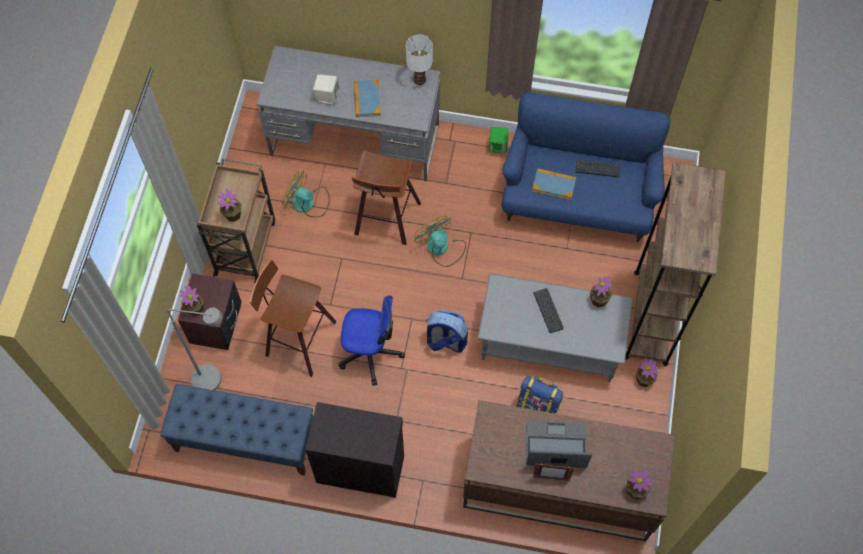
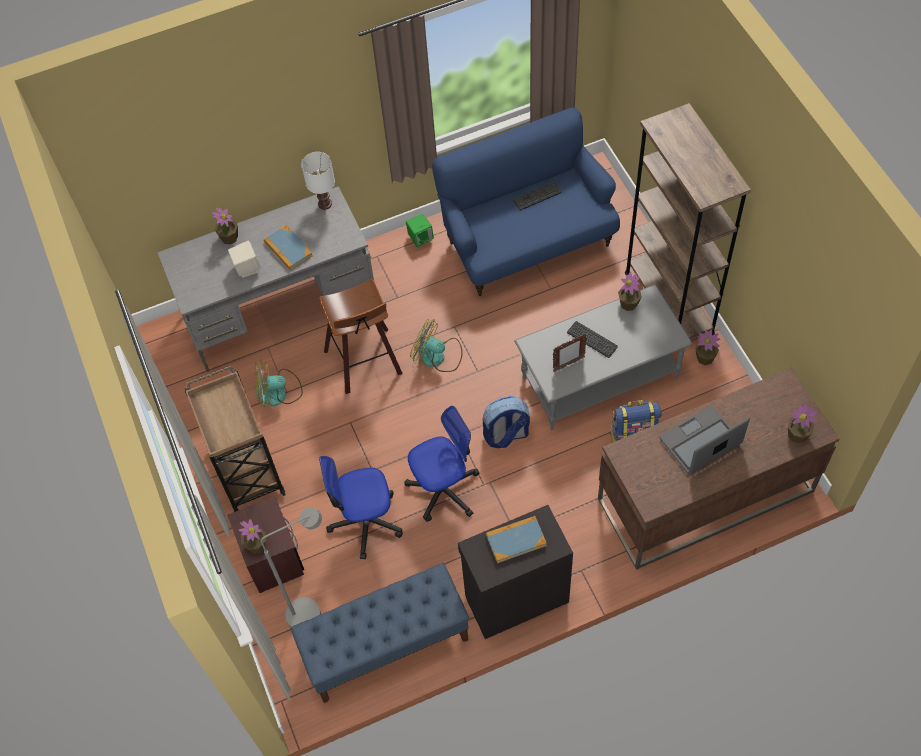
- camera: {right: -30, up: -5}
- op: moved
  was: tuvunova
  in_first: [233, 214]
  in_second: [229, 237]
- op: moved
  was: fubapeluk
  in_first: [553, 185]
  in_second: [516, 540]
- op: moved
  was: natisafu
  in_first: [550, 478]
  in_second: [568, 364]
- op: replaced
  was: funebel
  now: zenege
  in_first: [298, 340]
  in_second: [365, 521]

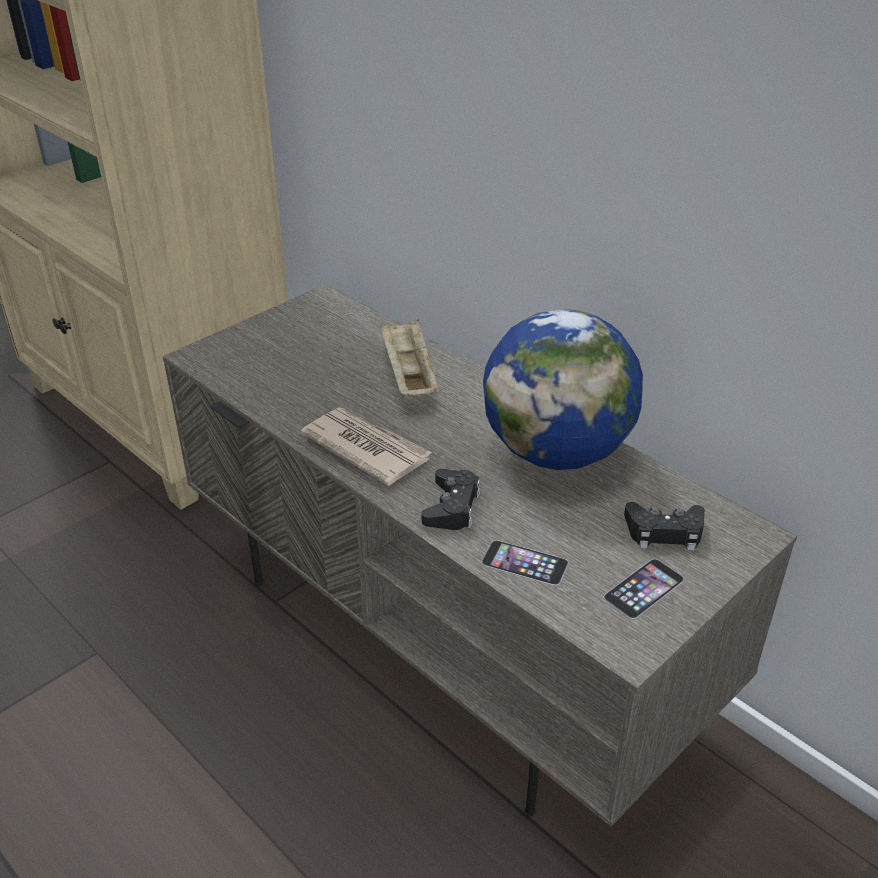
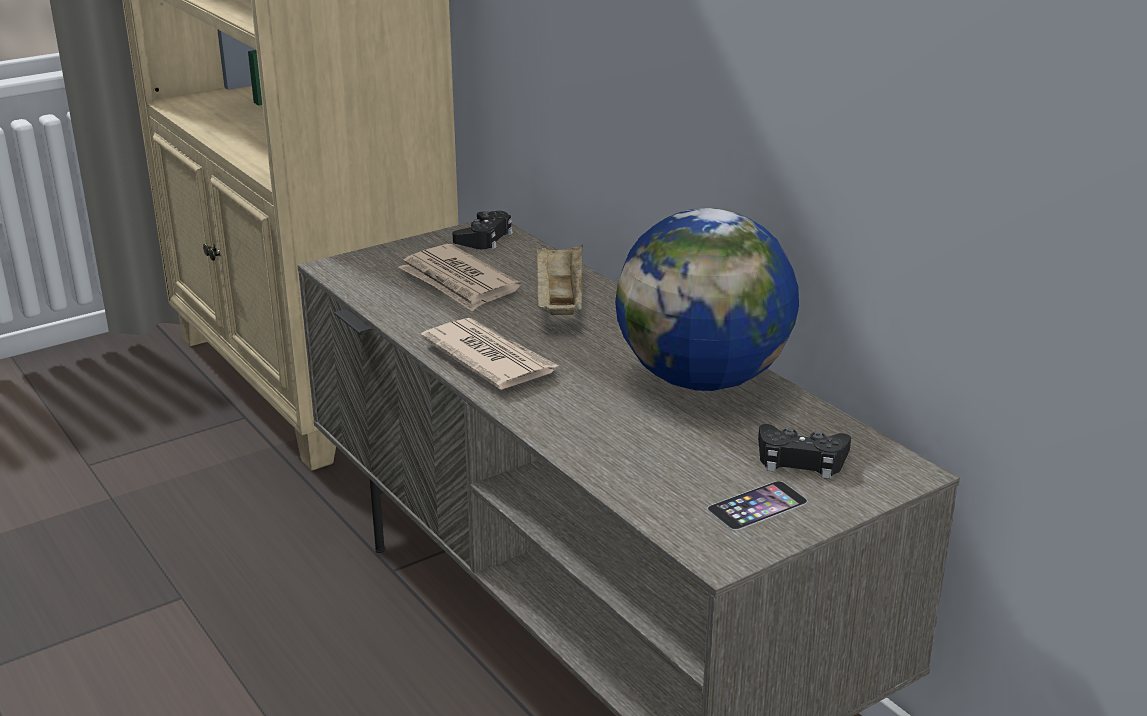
- camera: {right: 10, up: -10}
- op: removed
  was: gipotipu
  in_first: [524, 562]
- op: added
  now: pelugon
  in_second: [458, 282]
- op: moved
  was: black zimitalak
  in_first: [452, 507]
  in_second: [484, 238]

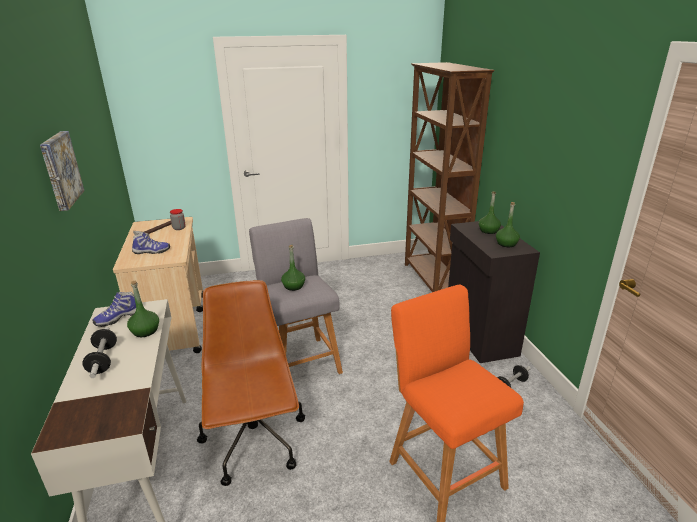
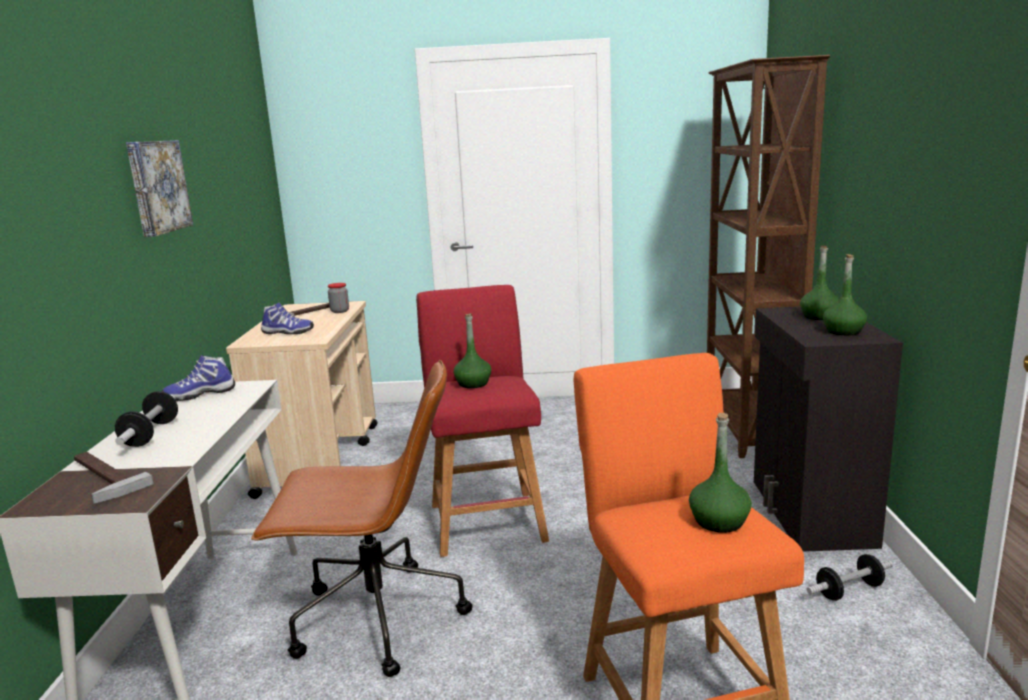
- camera: {right: 15, up: -10}
- op: added
  now: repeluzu
  in_second: [99, 477]
- op: moved
  was: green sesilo
  in_first: [145, 331]
  in_second: [719, 521]
- op: recoloured
  was: grey funebel
  now: red funebel
  in_first: [300, 360]
  in_second: [486, 519]
- op: turned
  was: brown zenege
  in_first: [255, 443]
  in_second: [375, 619]
  clockwise: 90

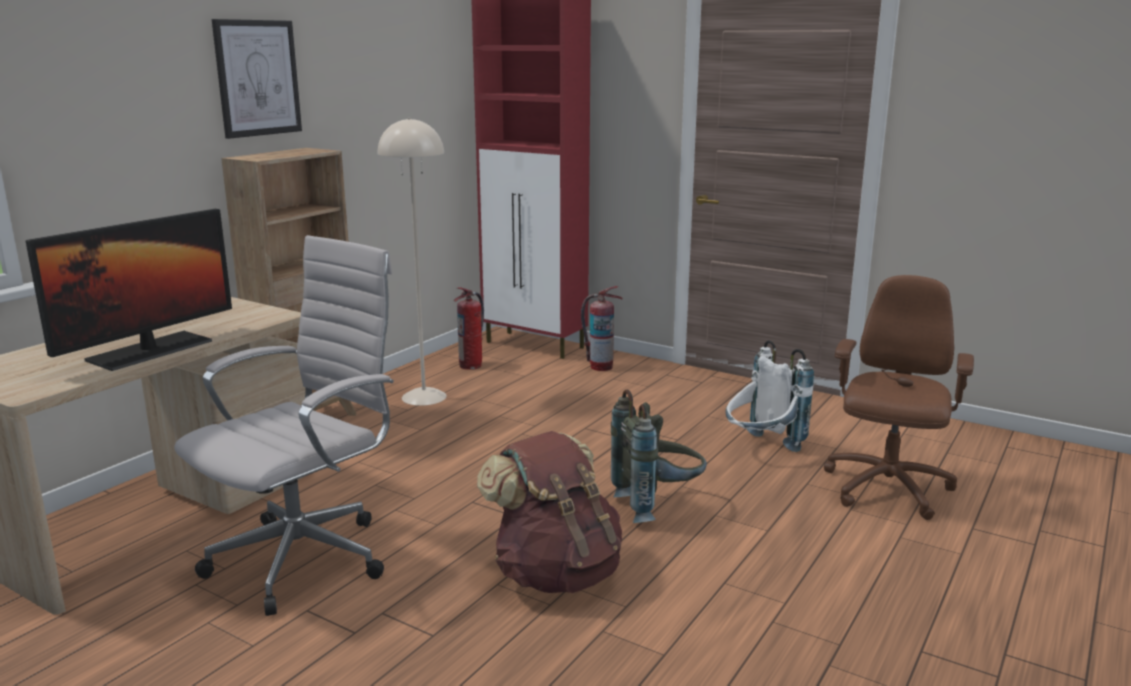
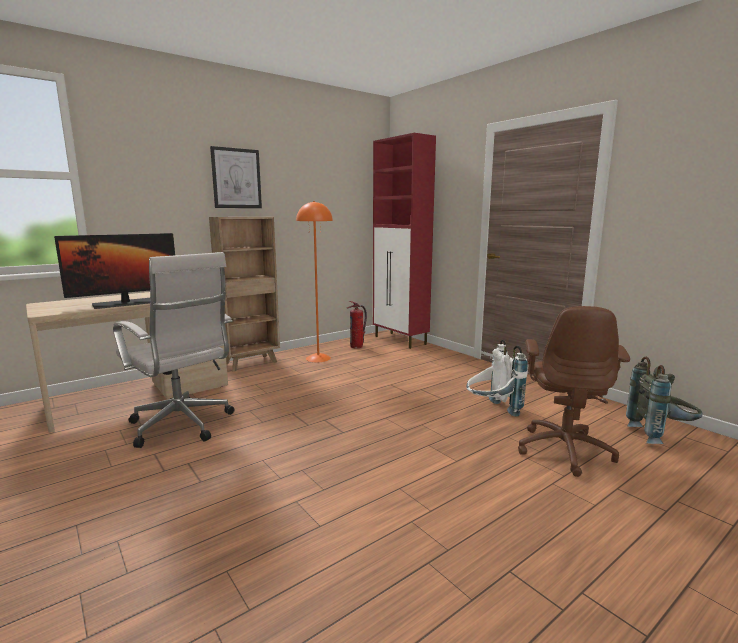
- camera: {right: 20, up: -5}
- op: removed
  was: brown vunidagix
  in_first: [555, 573]
- op: removed
  was: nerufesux
  in_first: [601, 367]
- op: moved
  was: grey vunidagix
  in_first: [657, 505]
  in_second: [660, 436]
- op: recoloured
  was: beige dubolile
  now: orange dubolile
  in_first: [424, 396]
  in_second: [318, 358]
- op: turned
  was: white zenege
  in_first: [307, 556]
  in_second: [183, 426]
  clockwise: 75
- op: turned
  was: brown zenege
  in_first: [886, 489]
  in_second: [564, 450]
  clockwise: 150

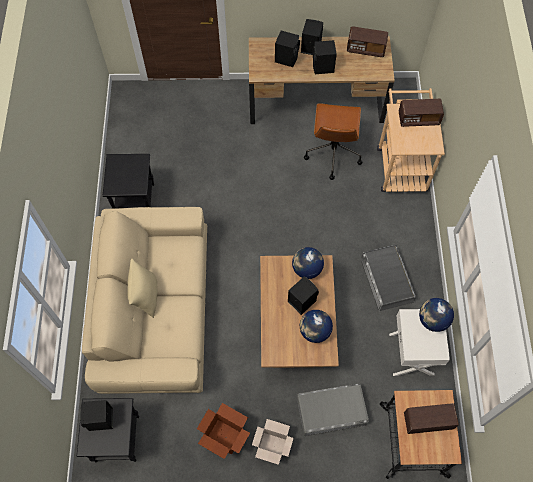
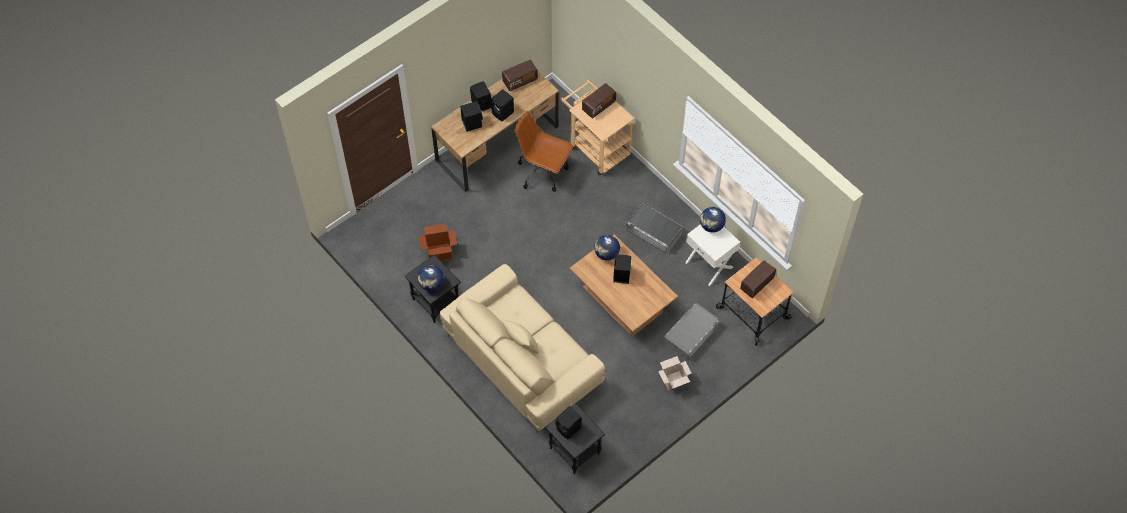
- camera: {right: -40, up: -5}
- op: moved
  was: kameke
  in_first: [225, 436]
  in_second: [439, 252]
- op: moved
  was: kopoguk
  in_first: [314, 331]
  in_second: [431, 284]
- op: turned
  was: brown zenege
  in_first: [333, 153]
  in_second: [543, 172]
  clockwise: 150

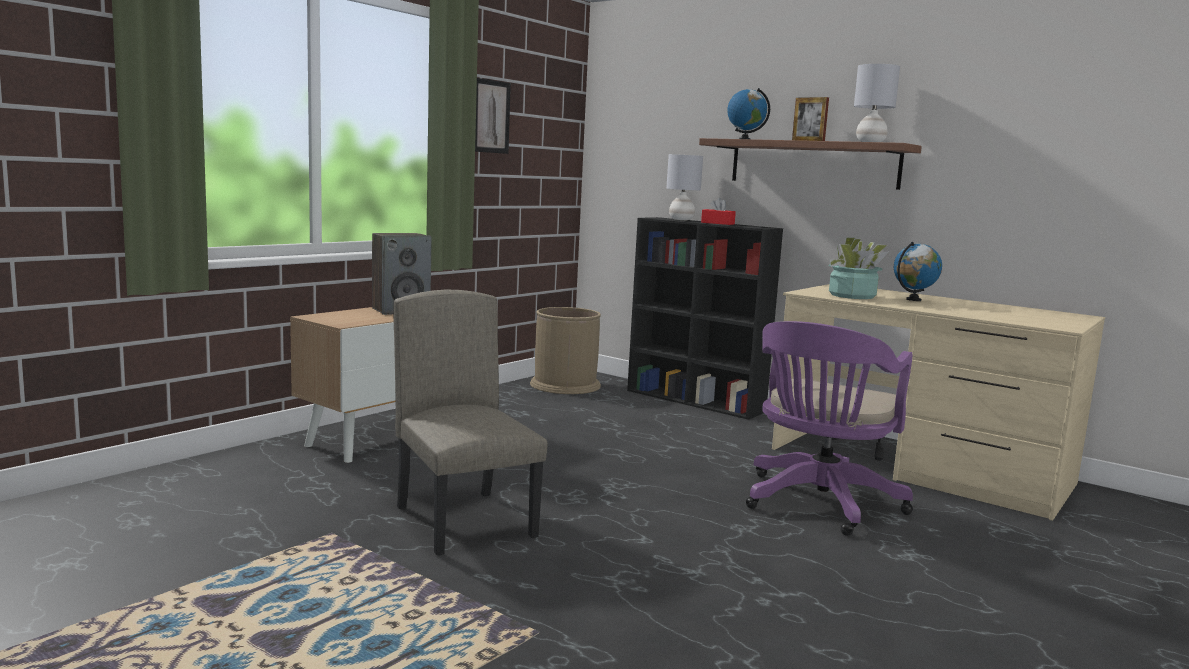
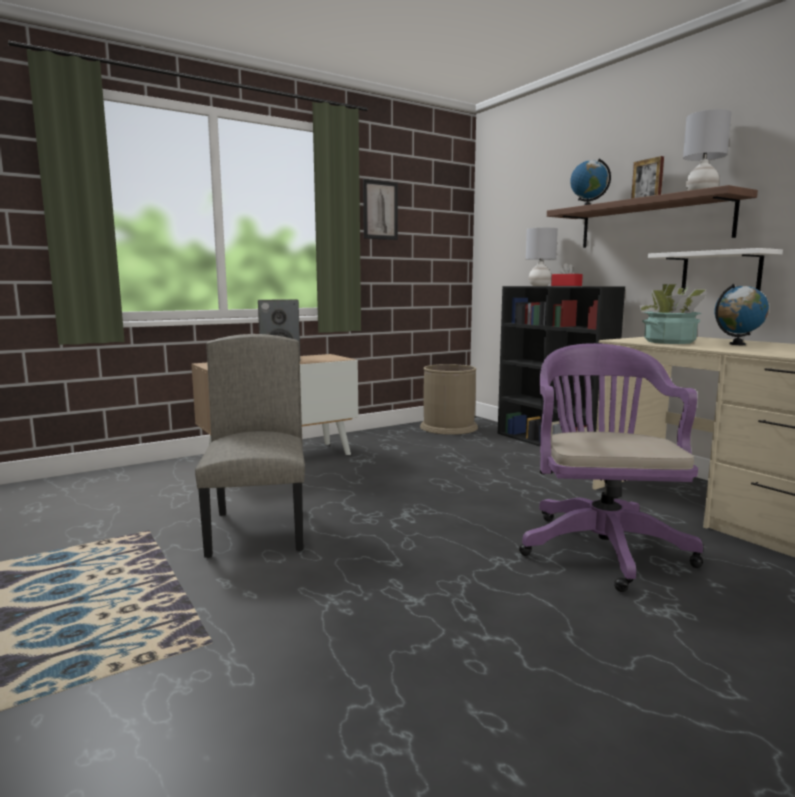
- camera: {right: 20, up: 0}
- op: added
  now: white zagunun
  in_second: [720, 273]
- op: turned
  was: purple zenege
  in_first: [818, 504]
  in_second: [601, 545]
  clockwise: 135

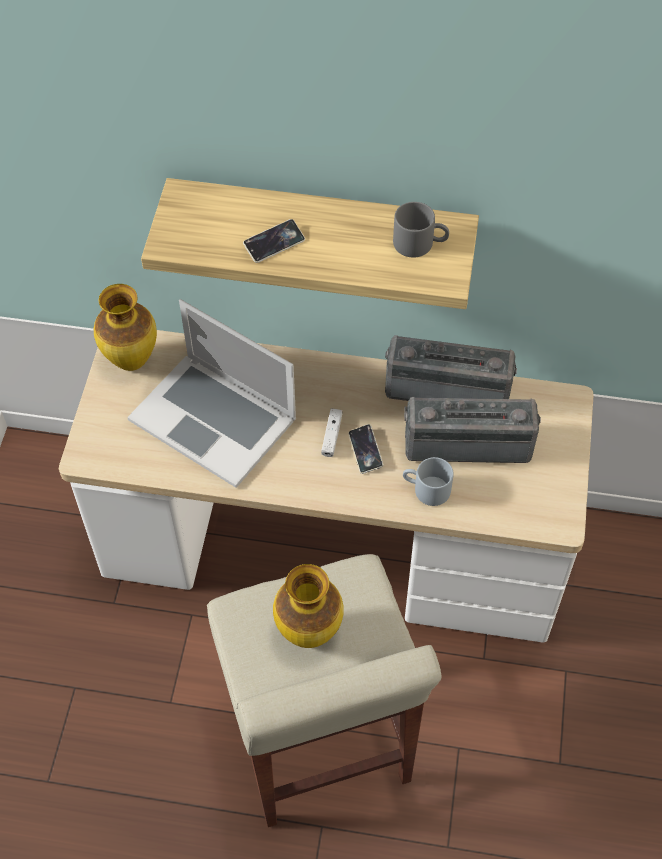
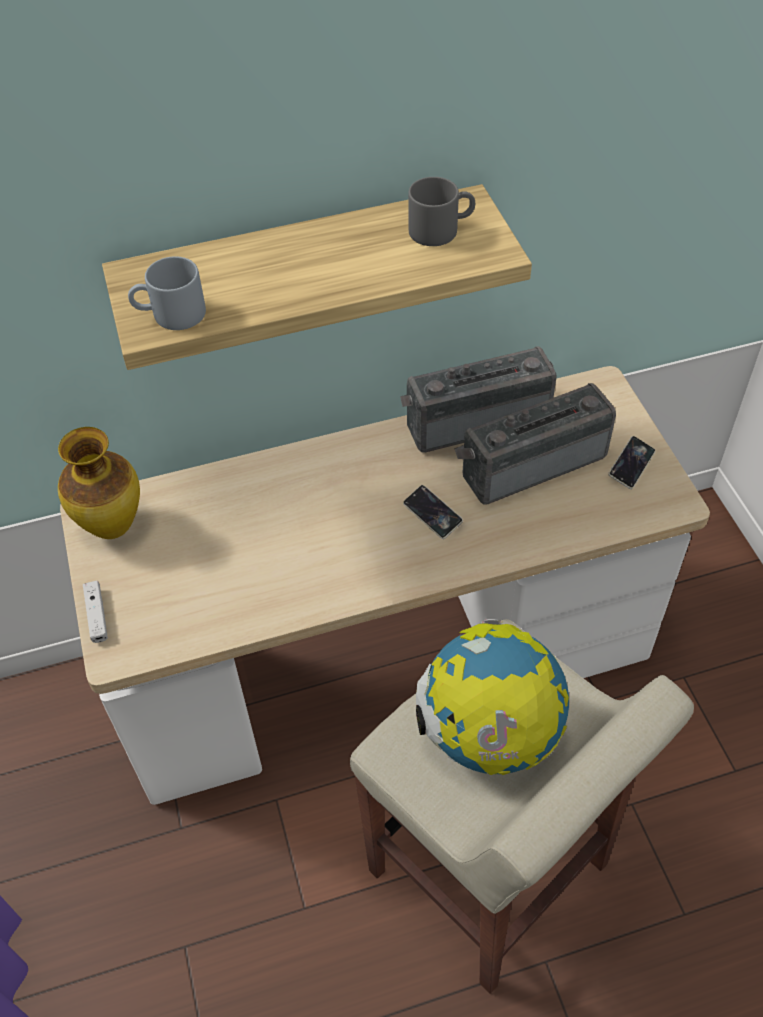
- camera: {right: -25, up: -5}
- op: removed
  was: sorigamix
  in_first: [213, 418]
- op: moved
  was: gipotipu
  in_first: [274, 243]
  in_second: [631, 465]
- op: moved
  was: white zimitalak
  in_first: [331, 436]
  in_second: [97, 615]
- op: moved
  was: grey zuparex
  in_first: [426, 489]
  in_second: [170, 315]
- op: replaced
  was: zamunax
  now: kopoguk
  in_first: [309, 632]
  in_second: [489, 734]

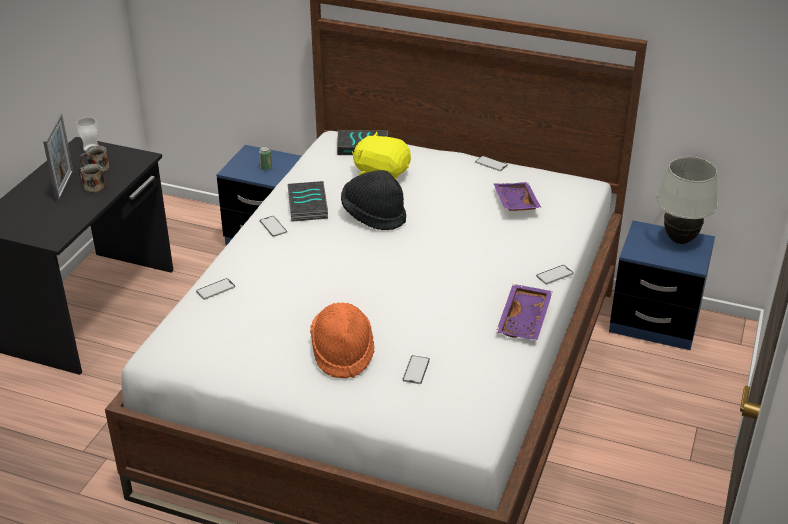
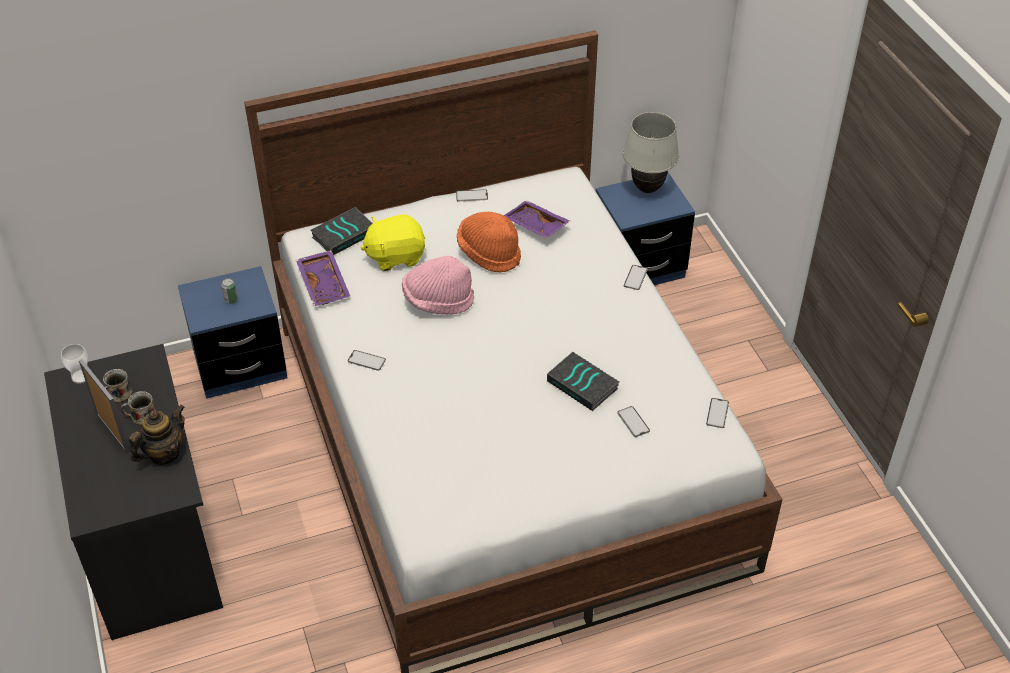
- camera: {right: -40, up: 10}
- op: added
  now: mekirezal
  in_second: [163, 453]
- op: moved
  was: gipotipu
  in_first: [215, 289]
  in_second: [717, 413]
- op: moved
  was: fubapeluk
  in_first: [309, 206]
  in_second: [583, 385]
- op: moved
  was: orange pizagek
  in_first: [342, 353]
  in_second: [489, 253]
- op: moved
  was: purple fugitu
  in_first: [525, 320]
  in_second: [325, 284]
- op: recoloured
  was: black pizagek
  now: pink pizagek
  in_first: [374, 215]
  in_second: [438, 301]

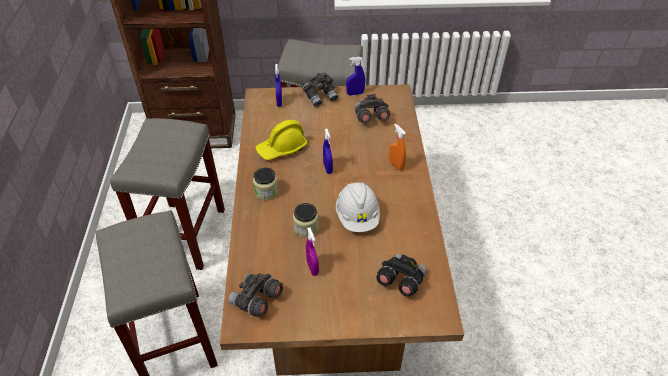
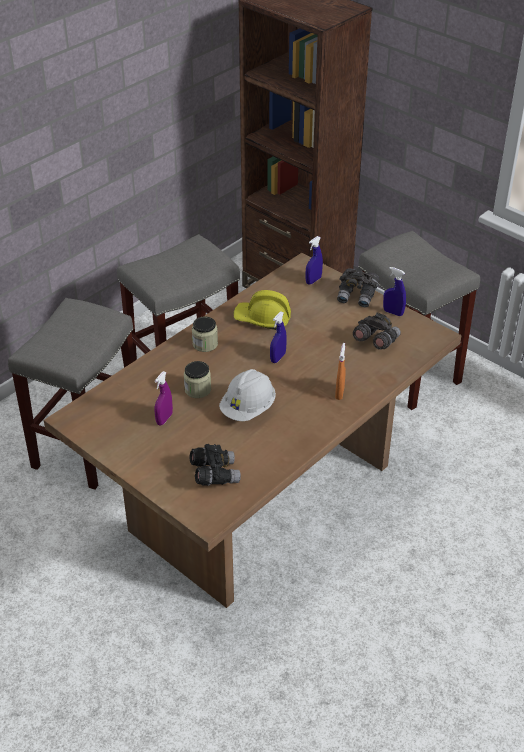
- camera: {right: 45, up: -5}
- op: removed
  was: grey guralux
  in_first: [256, 301]

